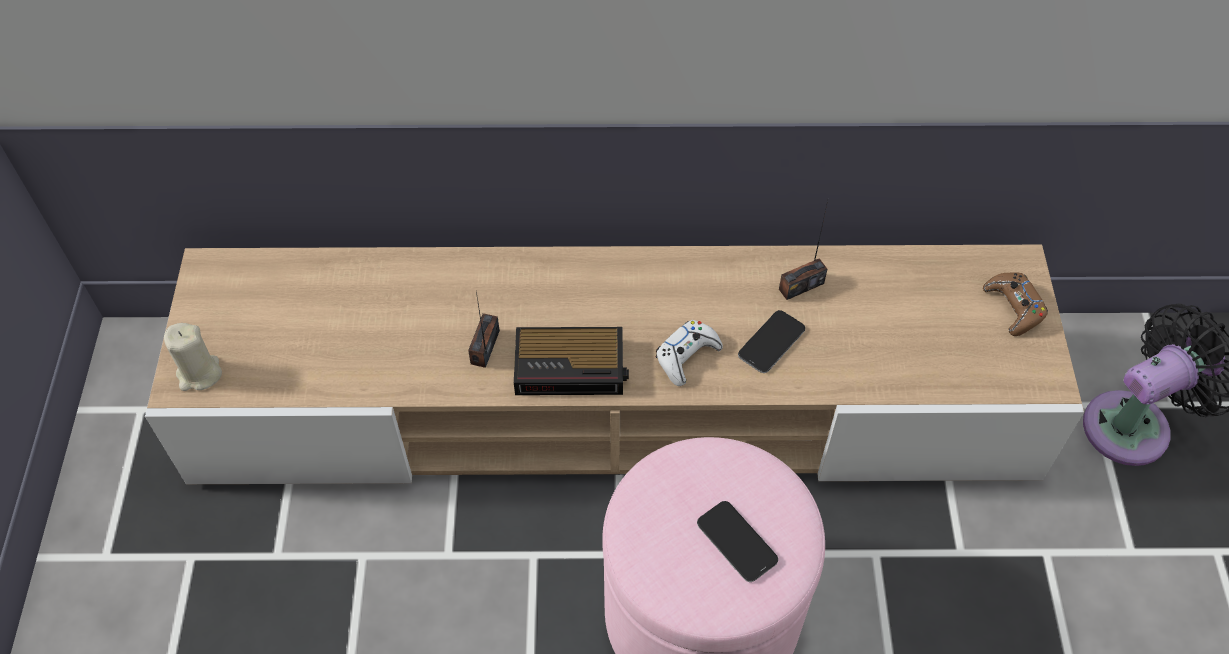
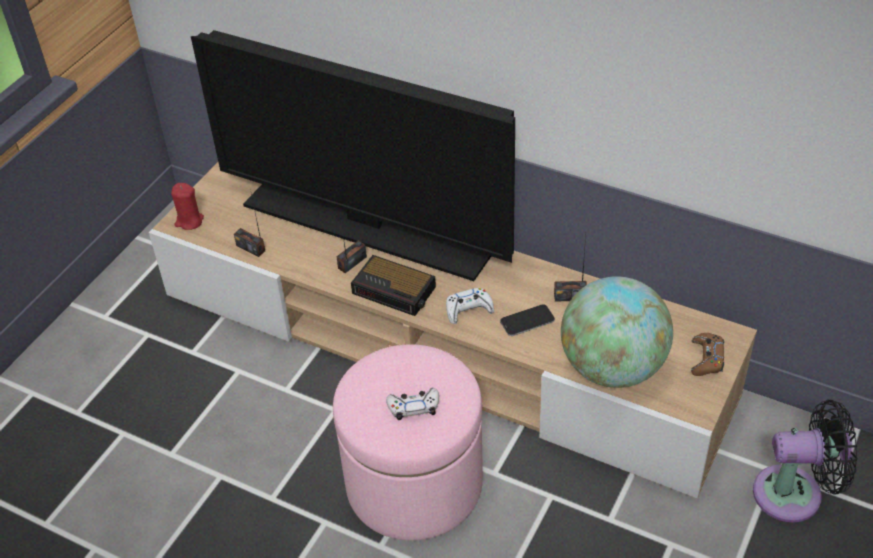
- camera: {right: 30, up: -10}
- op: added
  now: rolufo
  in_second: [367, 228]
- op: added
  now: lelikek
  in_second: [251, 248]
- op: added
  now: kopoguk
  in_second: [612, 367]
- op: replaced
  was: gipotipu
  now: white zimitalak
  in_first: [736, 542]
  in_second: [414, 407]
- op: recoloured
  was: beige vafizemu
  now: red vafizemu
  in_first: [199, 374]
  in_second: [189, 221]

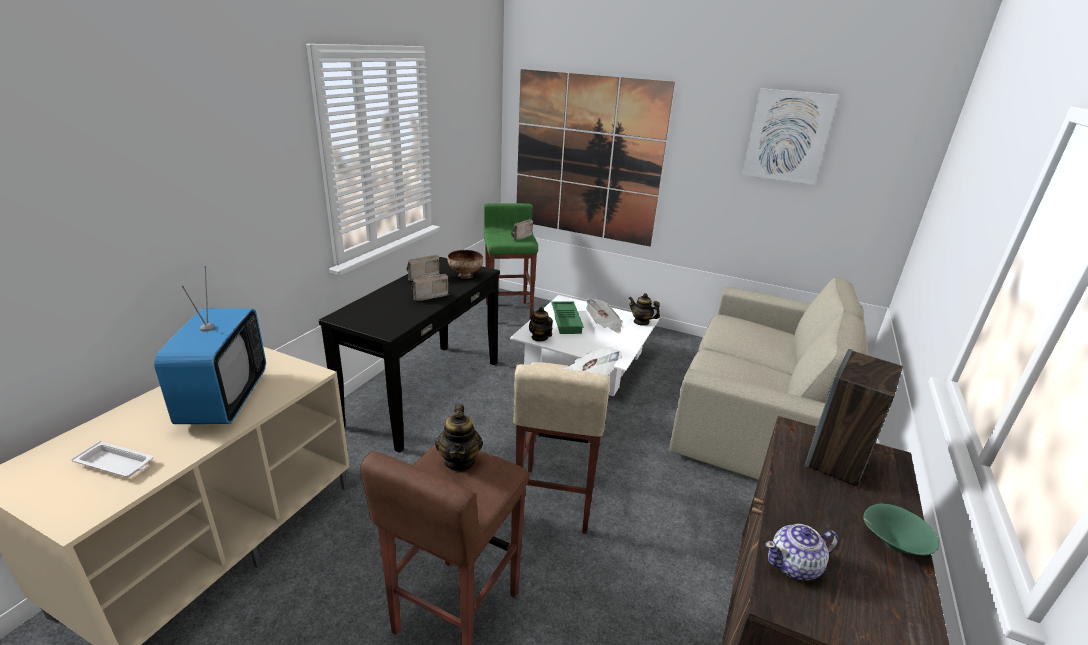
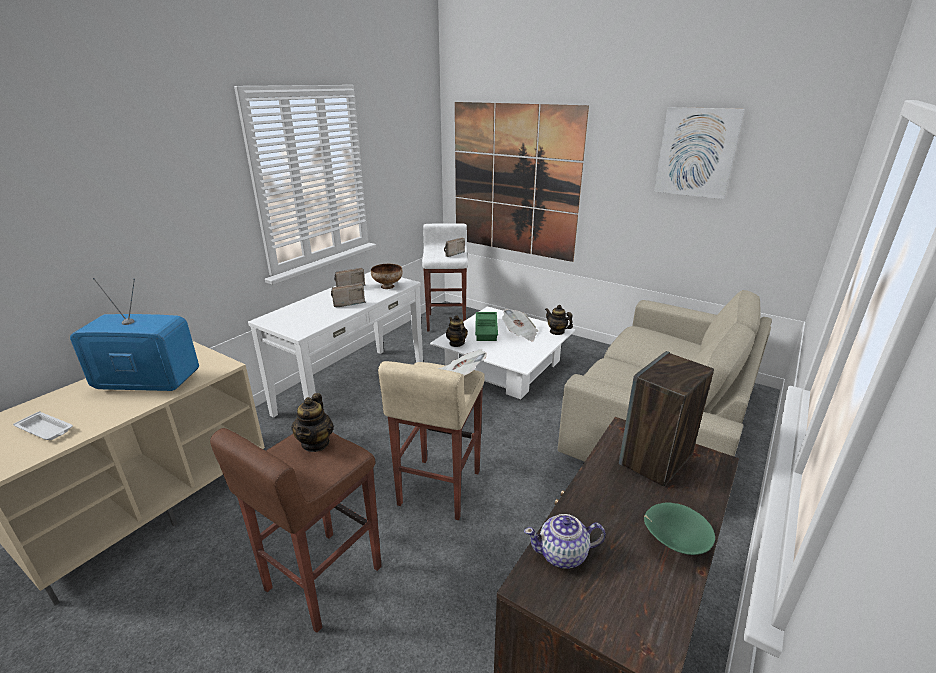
- camera: {right: 10, up: 0}
- op: recoloured
  was: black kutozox
  now: white kutozox
  in_first: [424, 392]
  in_second: [352, 388]
- op: recoloured
  was: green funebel
  now: white funebel
  in_first: [509, 312]
  in_second: [447, 321]
- op: turned
  was: rolufo
  in_first: [224, 399]
  in_second: [147, 383]
  clockwise: -90

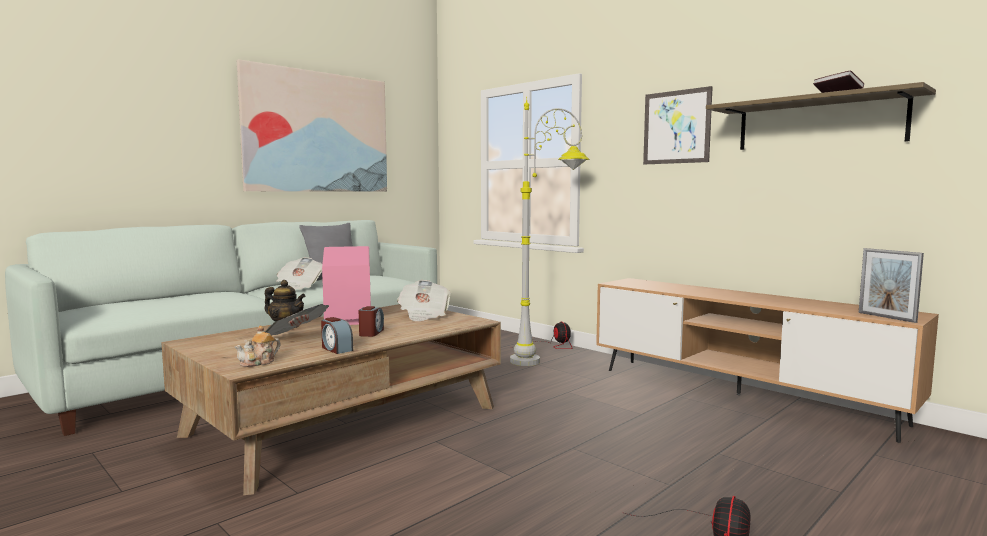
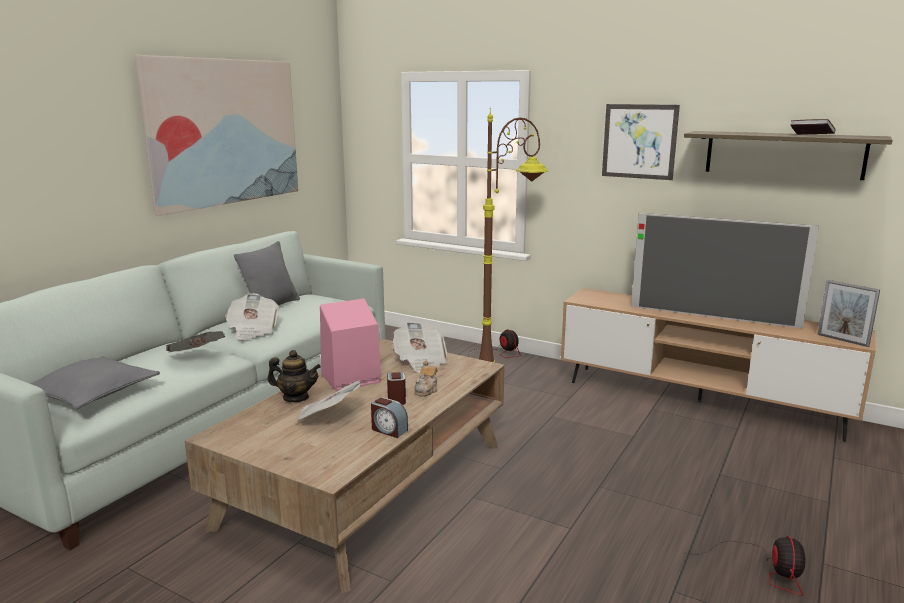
- camera: {right: -15, up: 10}
- op: added
  now: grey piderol
  in_second: [93, 394]
- op: added
  now: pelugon
  in_second: [197, 357]
- op: added
  now: rolufo
  in_second: [712, 316]
- op: moved
  was: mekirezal
  in_first: [259, 362]
  in_second: [427, 390]
- op: recoloured
  was: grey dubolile
  now: brown dubolile
  in_first: [548, 359]
  in_second: [506, 373]

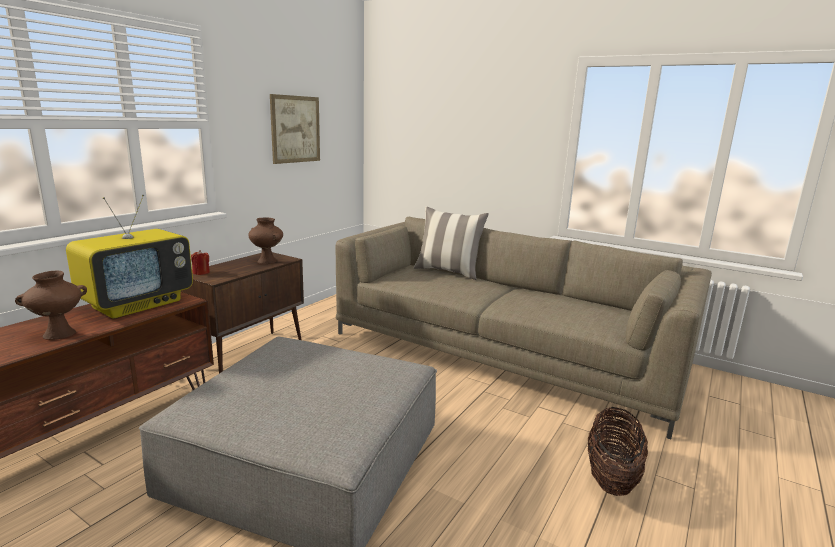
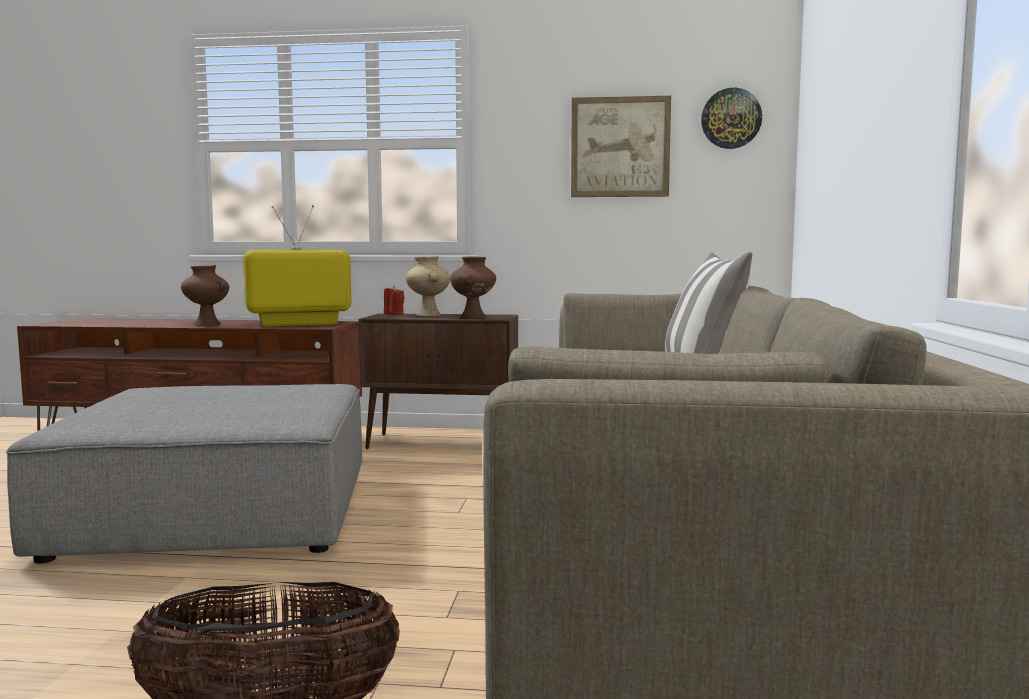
- camera: {right: 65, up: -10}
- op: added
  now: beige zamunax
  in_second: [427, 315]
- op: added
  now: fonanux
  in_second: [731, 118]
- op: turned
  was: rolufo
  in_first: [138, 304]
  in_second: [297, 324]
  clockwise: 150

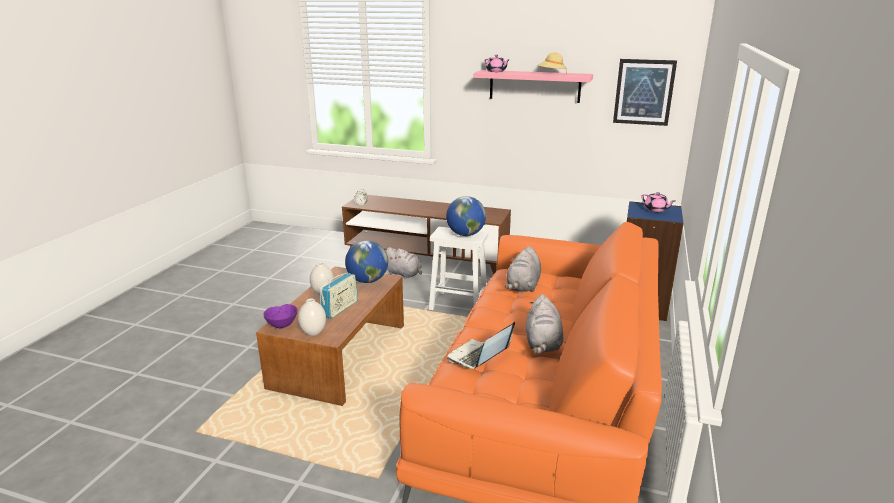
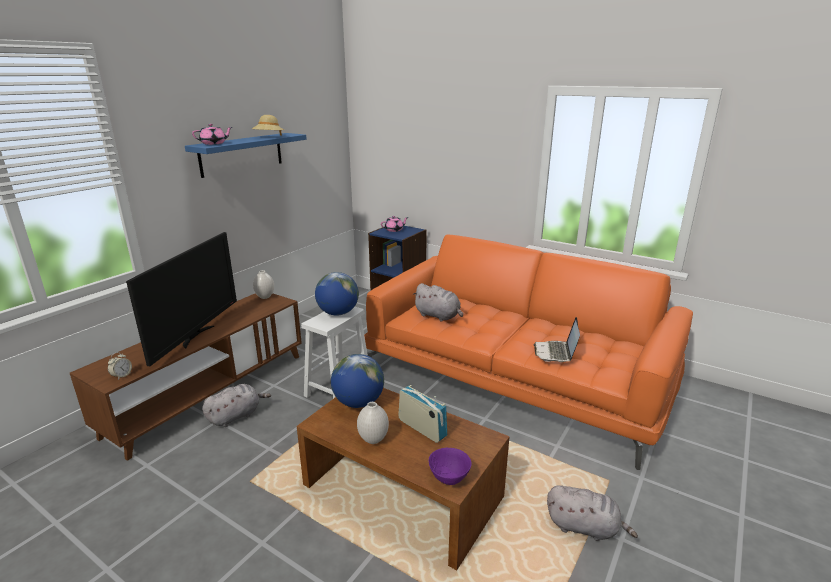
- camera: {right: -75, up: 0}
- op: removed
  was: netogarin
  in_first: [644, 92]
- op: added
  now: rolufo
  in_second: [196, 336]
- op: moved
  was: white zamunax
  in_first: [313, 333]
  in_second: [265, 297]
- op: moved
  was: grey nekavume
  in_first: [542, 343]
  in_second: [584, 527]
- op: recoloured
  was: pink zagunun
  now: blue zagunun
  in_first: [534, 86]
  in_second: [242, 154]
- op: turned
  was: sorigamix
  in_first: [478, 357]
  in_second: [555, 353]
  clockwise: 45

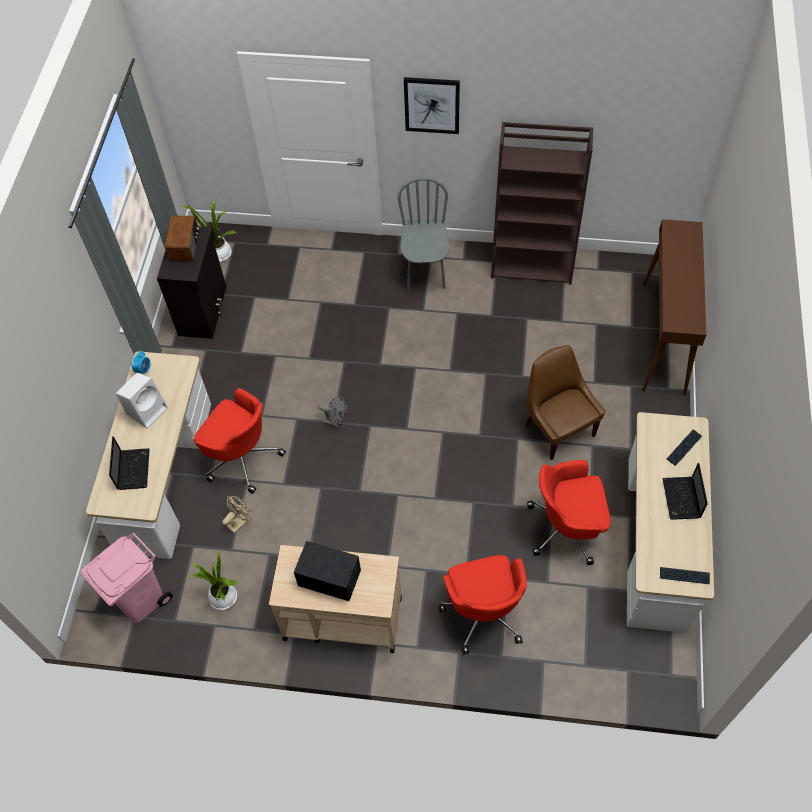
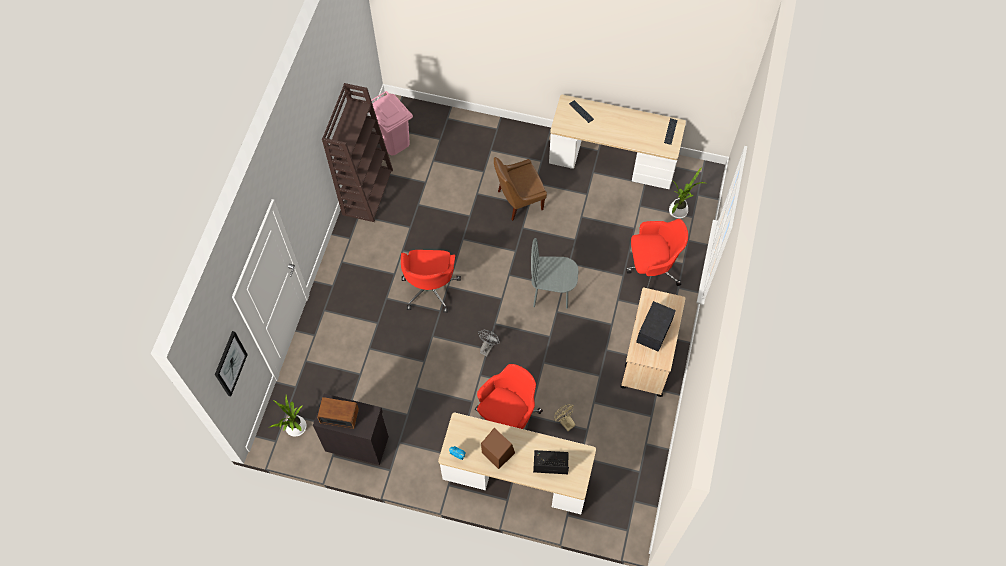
- camera: {right: -85, up: 5}
- op: removed
  was: brown kutozox
  in_first: [663, 338]
- op: removed
  was: sorigamix
  in_first: [682, 499]
- op: moved
  was: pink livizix
  in_first: [139, 598]
  in_second: [393, 142]
- op: moved
  was: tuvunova
  in_first: [224, 599]
  in_second: [679, 210]
- op: moved
  was: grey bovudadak
  in_first: [425, 273]
  in_second: [551, 293]
- op: moved
  was: netogarin
  in_first: [432, 105]
  in_second: [230, 363]
- op: moved
  was: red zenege
  in_first: [567, 527]
  in_second: [430, 288]
- op: recoloured
  was: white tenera
  now: brown tenera
  in_first: [147, 410]
  in_second: [497, 452]

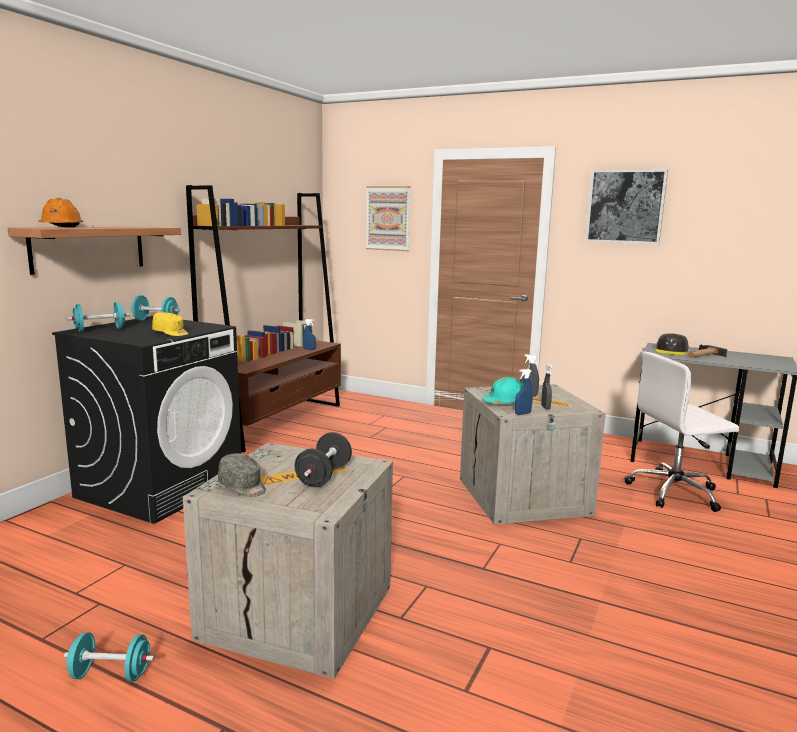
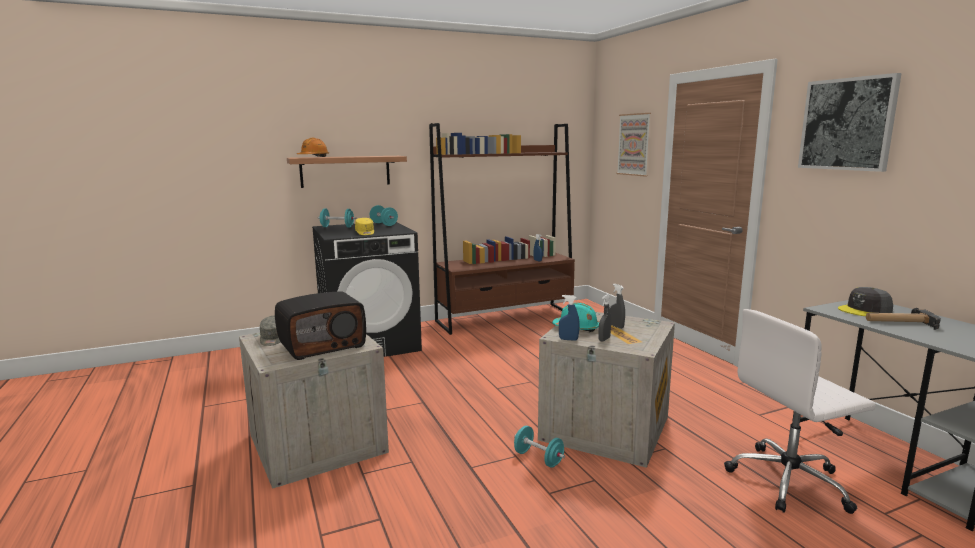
- camera: {right: 40, up: 0}
- op: moved
  was: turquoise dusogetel
  in_first: [111, 674]
  in_second: [538, 458]
- op: replaced
  was: black dusogetel
  now: lelikek
  in_first: [324, 476]
  in_second: [322, 345]
- op: turned
  was: white zenege
  in_first: [675, 492]
  in_second: [790, 481]
  clockwise: -45

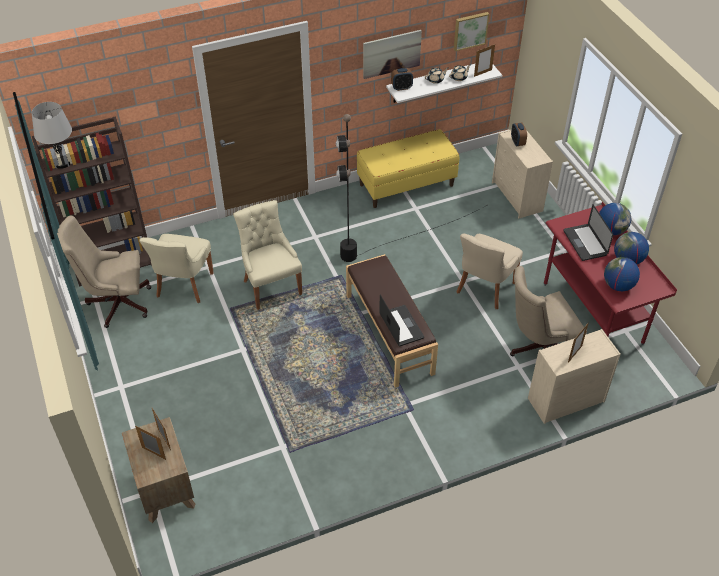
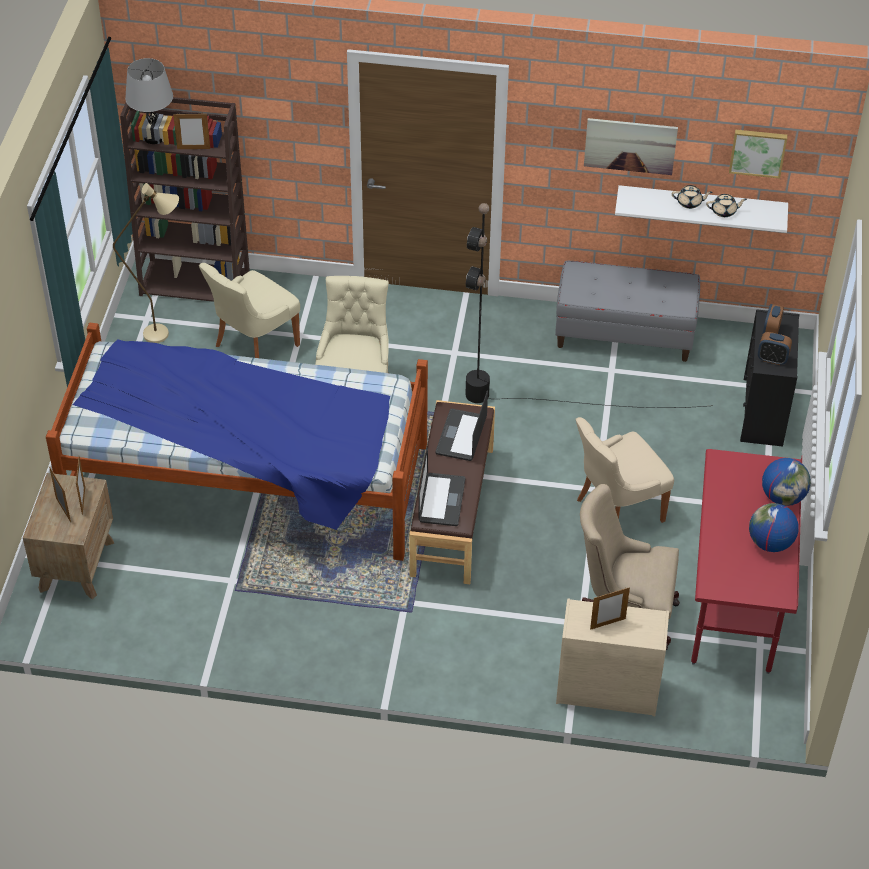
- camera: {right: 30, up: 0}
- op: removed
  was: kopoguk
  in_first: [618, 285]
- op: added
  now: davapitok
  in_second: [248, 482]
- op: moved
  was: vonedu
  in_first: [401, 87]
  in_second: [772, 359]
- op: moved
  was: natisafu
  in_first: [483, 73]
  in_second: [193, 148]
- op: moved
  was: sorigamix
  in_first: [585, 243]
  in_second: [461, 436]
- op: replaced
  was: beige zenege
  now: beige dubolile
  in_first: [116, 303]
  in_second: [165, 333]
- op: recoloured
  was: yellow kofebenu
  now: grey kofebenu
  in_first: [406, 185]
  in_second: [624, 334]
- op: recoloured
  was: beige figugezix
  now: black figugezix
  in_first: [517, 197]
  in_second: [763, 413]

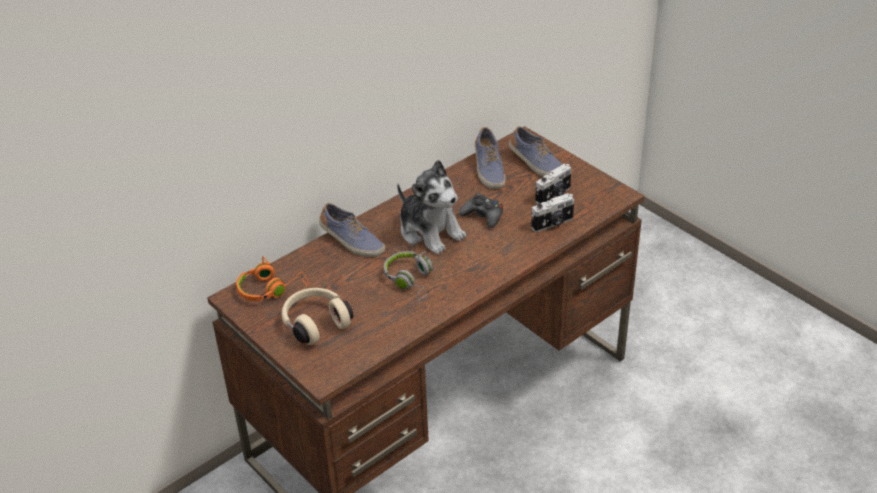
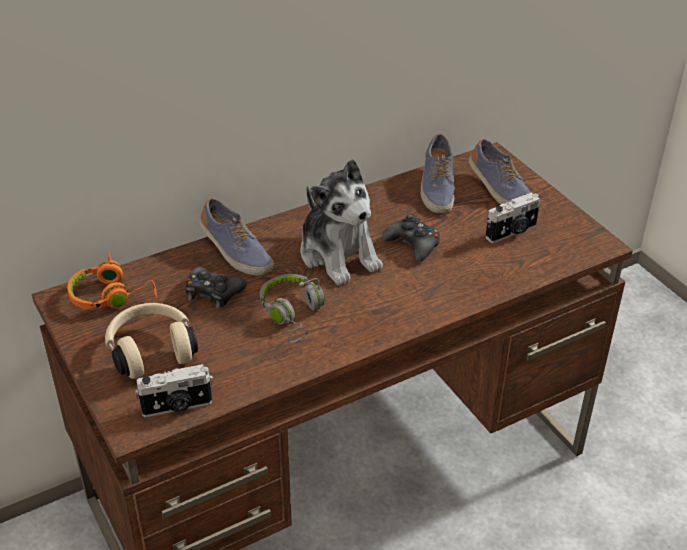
- camera: {right: 10, up: 0}
- op: added
  now: black zimitalak
  in_second: [213, 293]
- op: moved
  was: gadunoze
  in_first: [553, 224]
  in_second: [177, 407]

